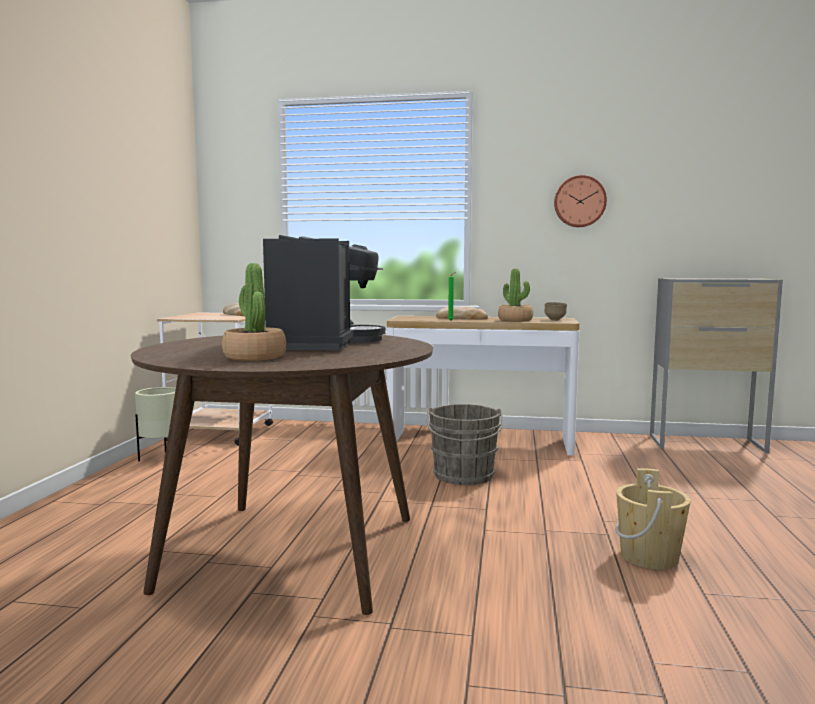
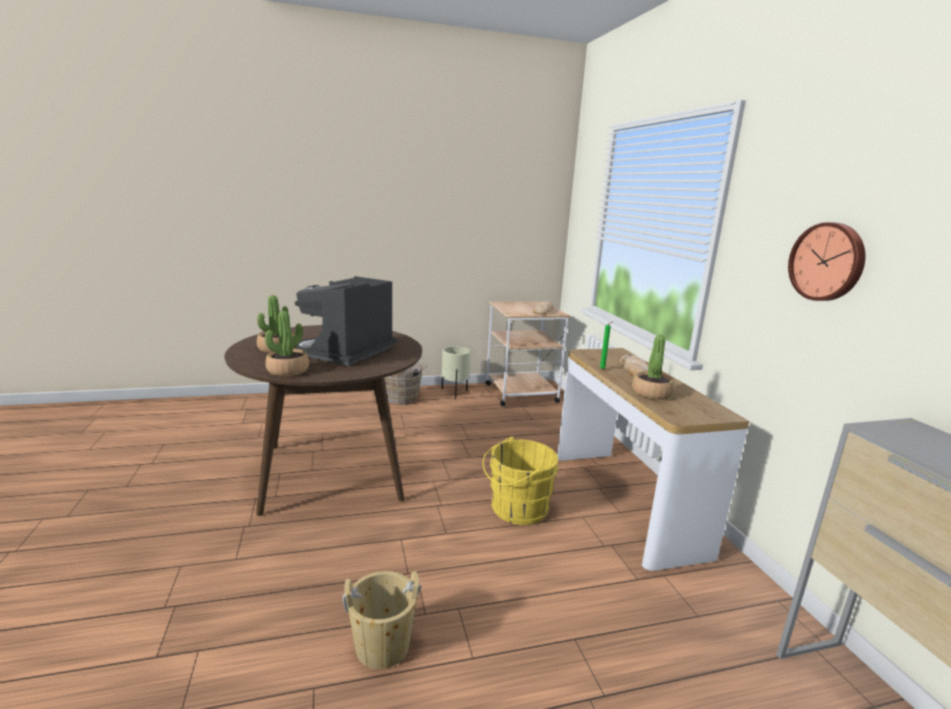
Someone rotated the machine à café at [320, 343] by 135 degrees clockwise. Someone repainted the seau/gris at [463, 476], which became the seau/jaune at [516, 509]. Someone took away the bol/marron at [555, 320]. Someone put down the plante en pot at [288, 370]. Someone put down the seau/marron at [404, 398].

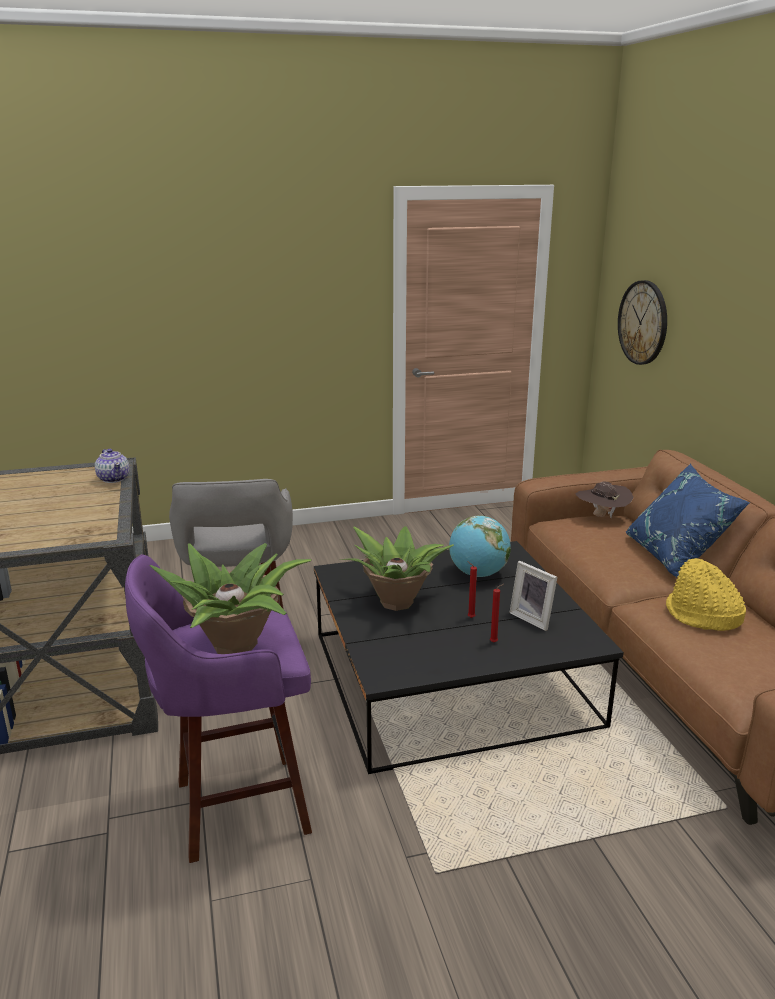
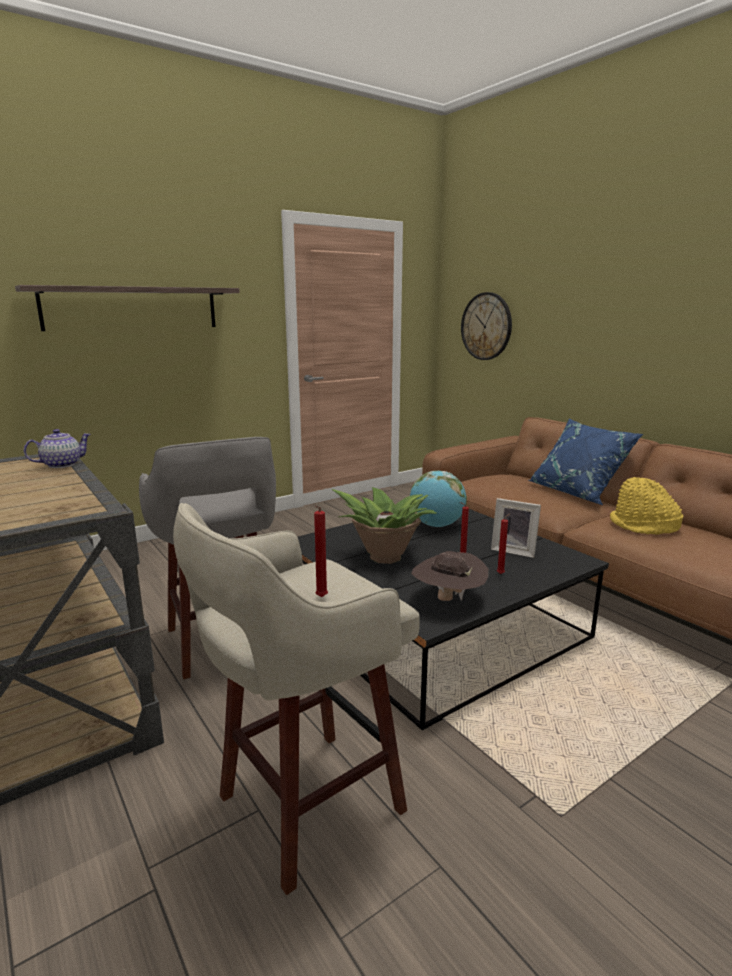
Someone rotated the théière at [114, 478] by 75 degrees counterclockwise. Someone repainted the tabouret/violet at [235, 808], which became the tabouret/beige at [304, 808]. Someone swapped the plante en pot at [236, 645] for the bougie/rouge at [320, 598]. Someone carried the chapeau/marron from [601, 516] to [448, 599]. Someone put up the étagère at [132, 308].

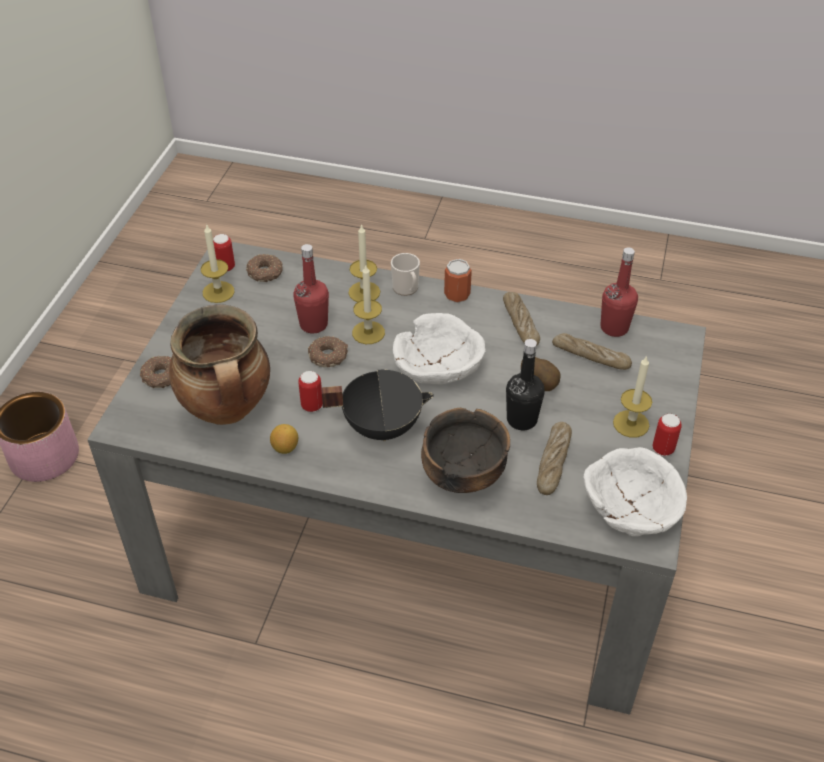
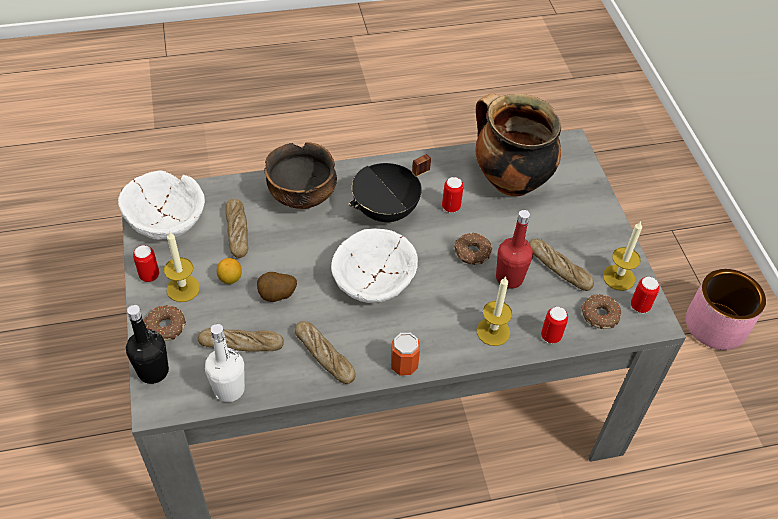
Someone carried the beignet from [162, 377] to [165, 326]. Someone carried the citron from [285, 448] to [230, 279]. Someone took away the bougie at [368, 332]. Someone took away the mug at [406, 289]. Someone carried the bouteille/noir from [521, 420] to [153, 371]. Someone repainted the bouteille/rouge at [614, 328], which became the bouteille/blanc at [229, 389]. Someone put down the pain at [558, 268]. Someone put down the boîte métallique at [551, 336].

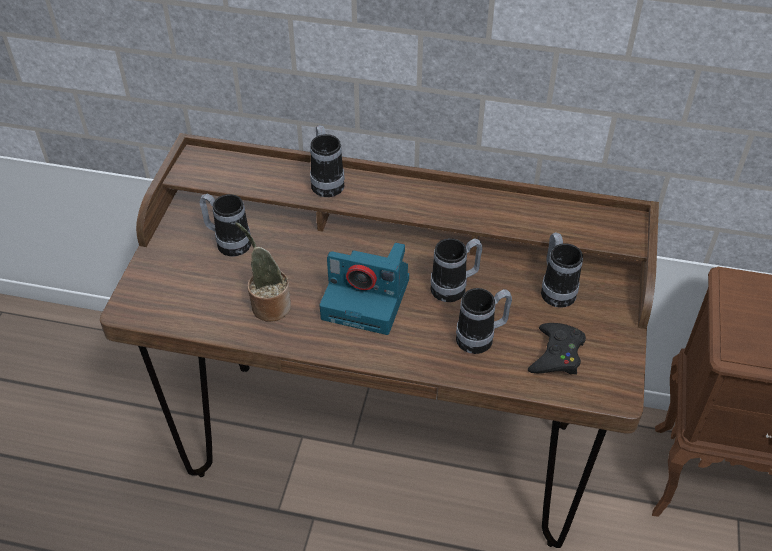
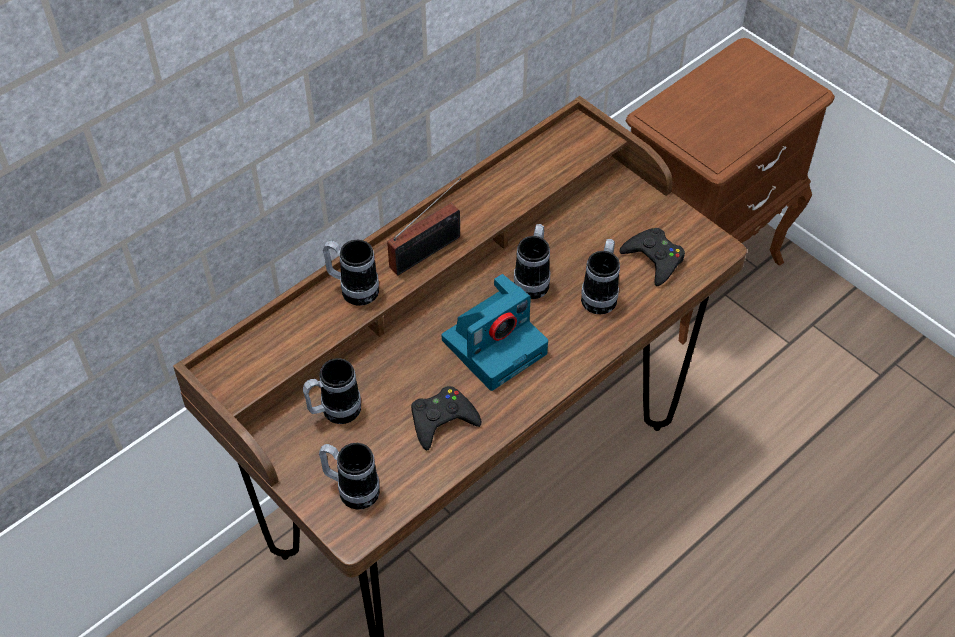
Someone swapped the plante en pot at [268, 305] for the manette/noir at [442, 420]. Someone carried the mug from [556, 289] to [352, 489]. Someone put down the radio at [429, 250].

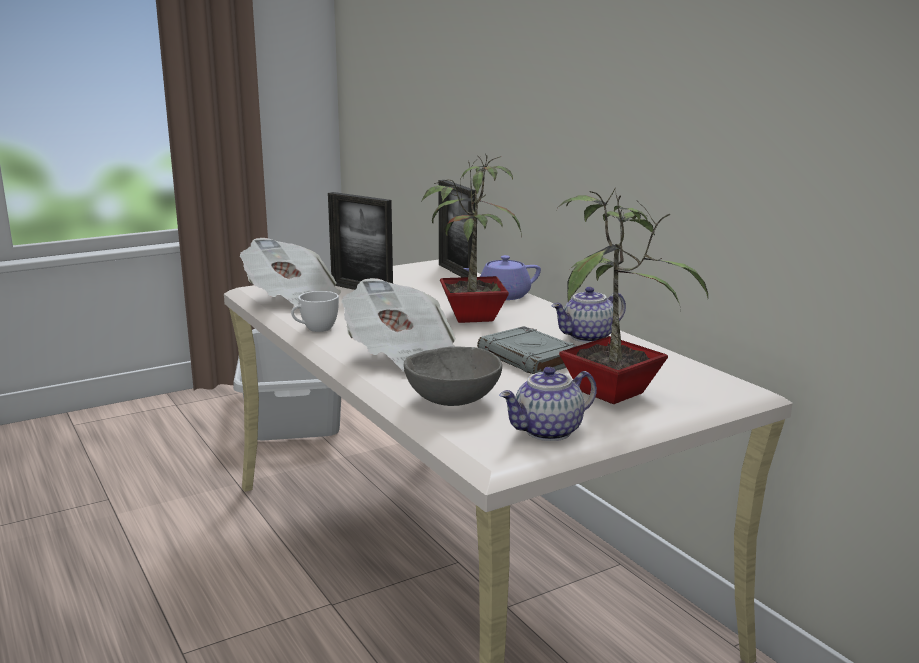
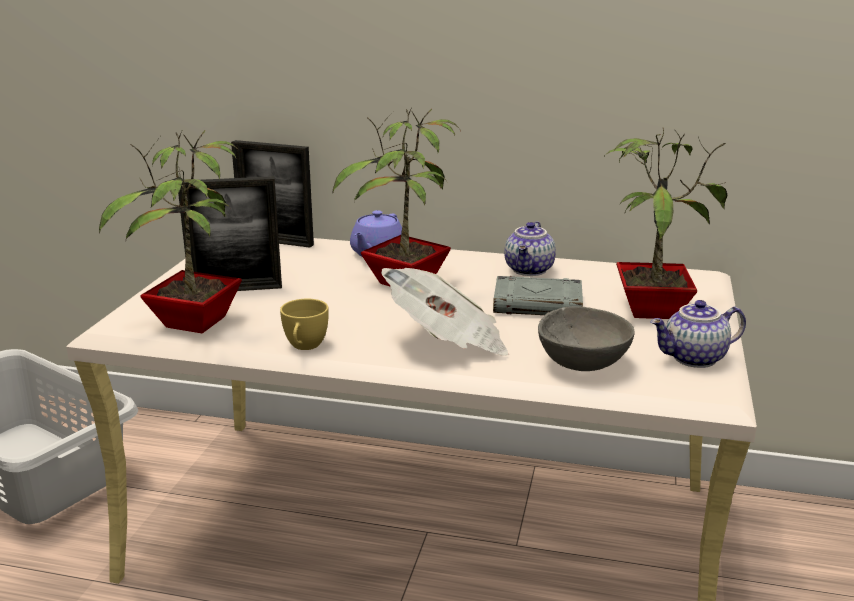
Someone swapped the journal at [292, 299] for the plante en pot at [193, 324]. Someone repainted the tasse/blanc at [315, 329], which became the tasse/jaune at [304, 347]. Someone rotated the théière at [548, 432] by 60 degrees clockwise.

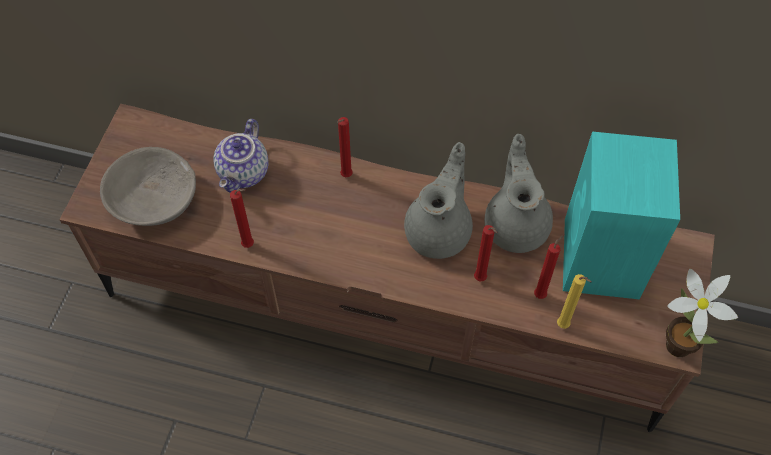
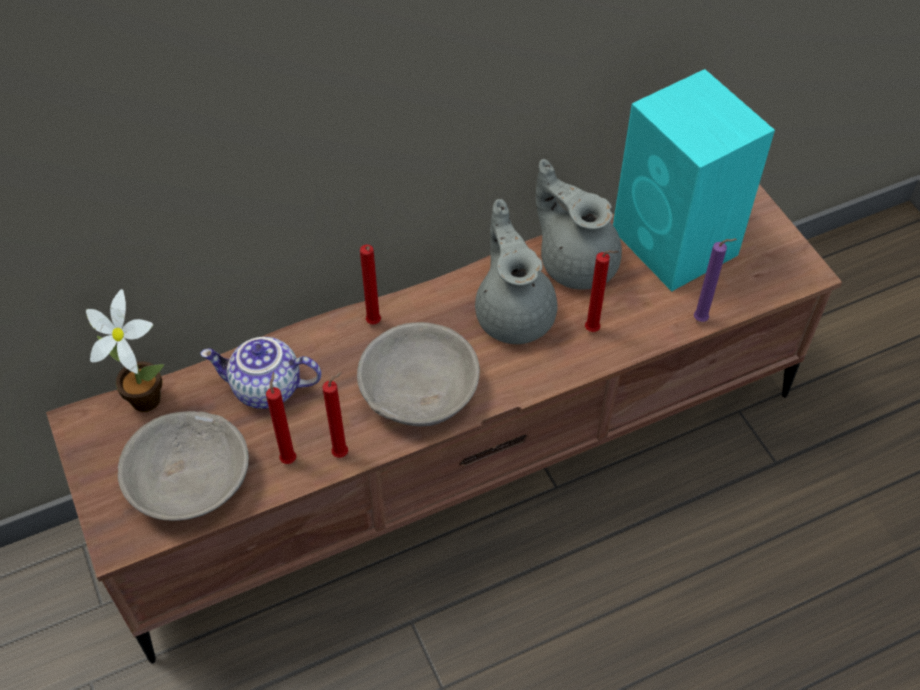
Someone rotated the théière at [244, 173] by 120 degrees clockwise. Someone carried the bougie/rouge from [541, 294] to [289, 458]. Someone repainted the bougie/jaune at [564, 326], which became the bougie/violet at [702, 320]. Someone carried the plante en pot from [677, 341] to [143, 396]. Someone put down the bol/gris at [419, 391].

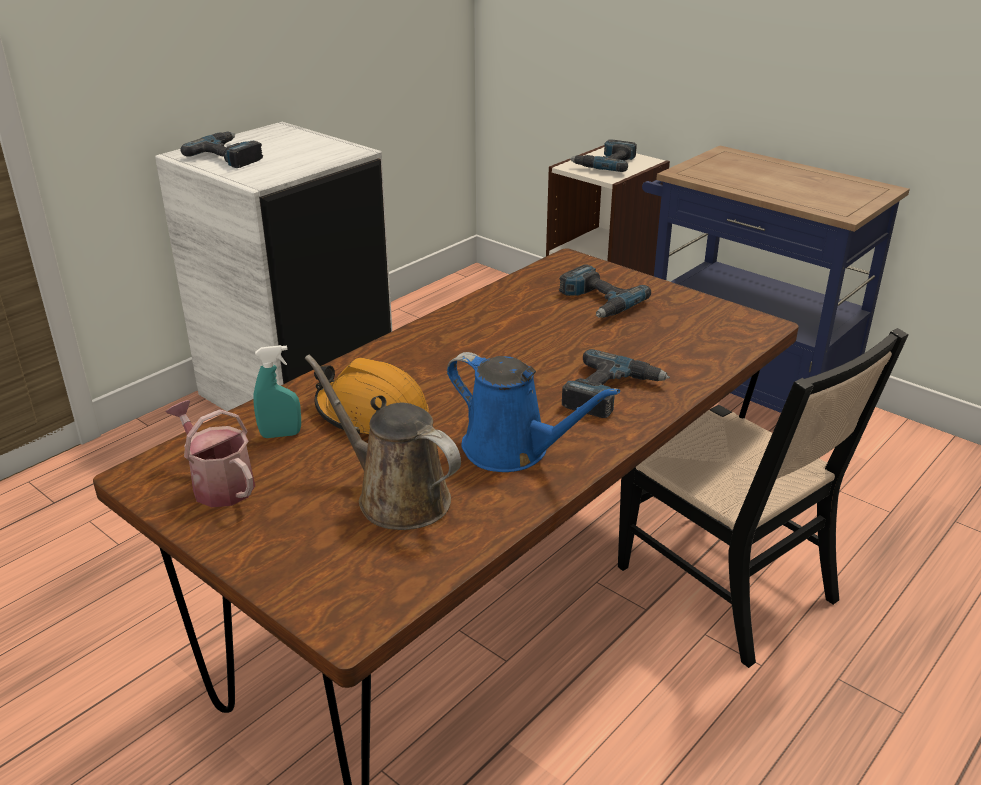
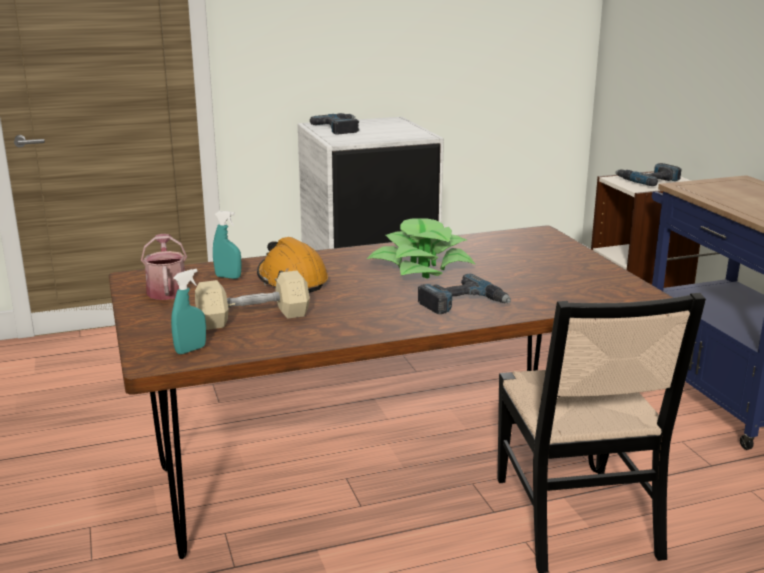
Someone swapped the arrosoir/marron at [396, 496] for the haltère/beige at [253, 318]. Someone took away the arrosoir/bleu at [512, 450]. Someone took away the perceuse at [597, 301]. Someone put down the vaporisateur/turquoise at [191, 350]. Someone put down the plante en pot at [421, 267].

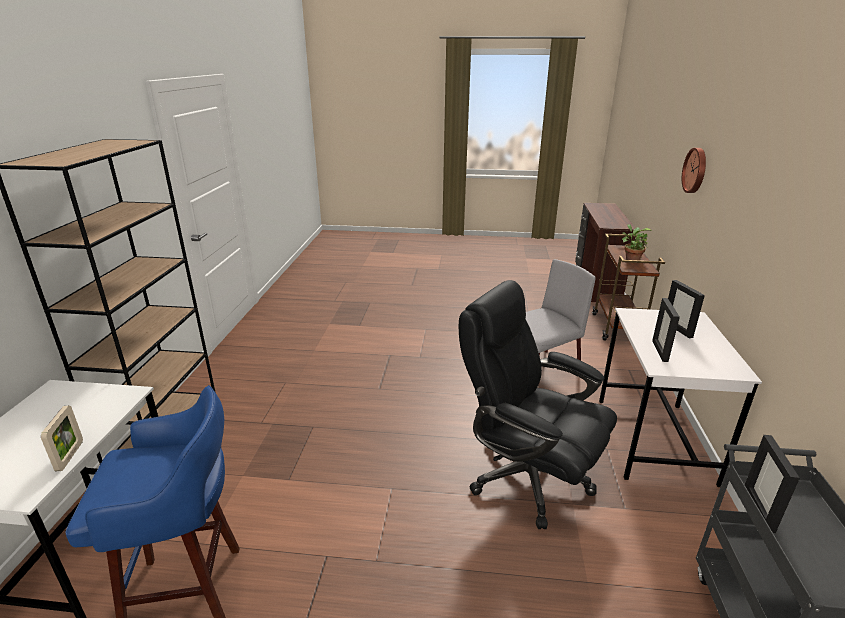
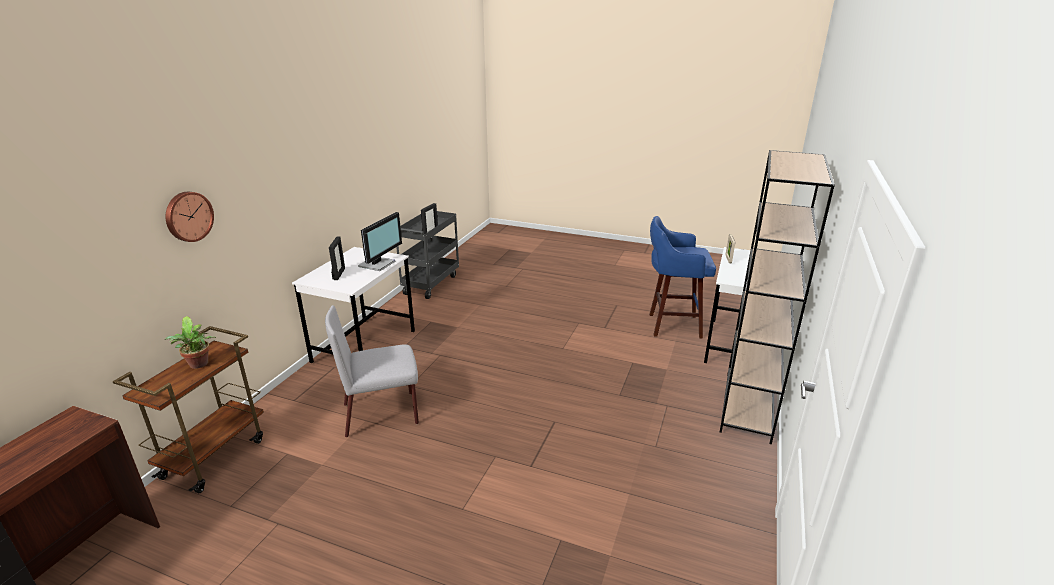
Someone took away the chaise de bureau/noir at [528, 478]. Someone swapped the cadre photo at [661, 351] for the écran d'ordinateur at [378, 264].

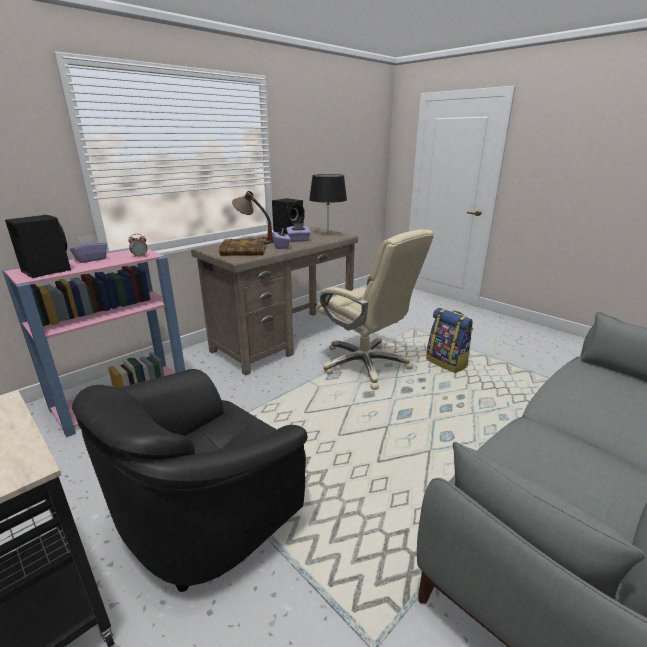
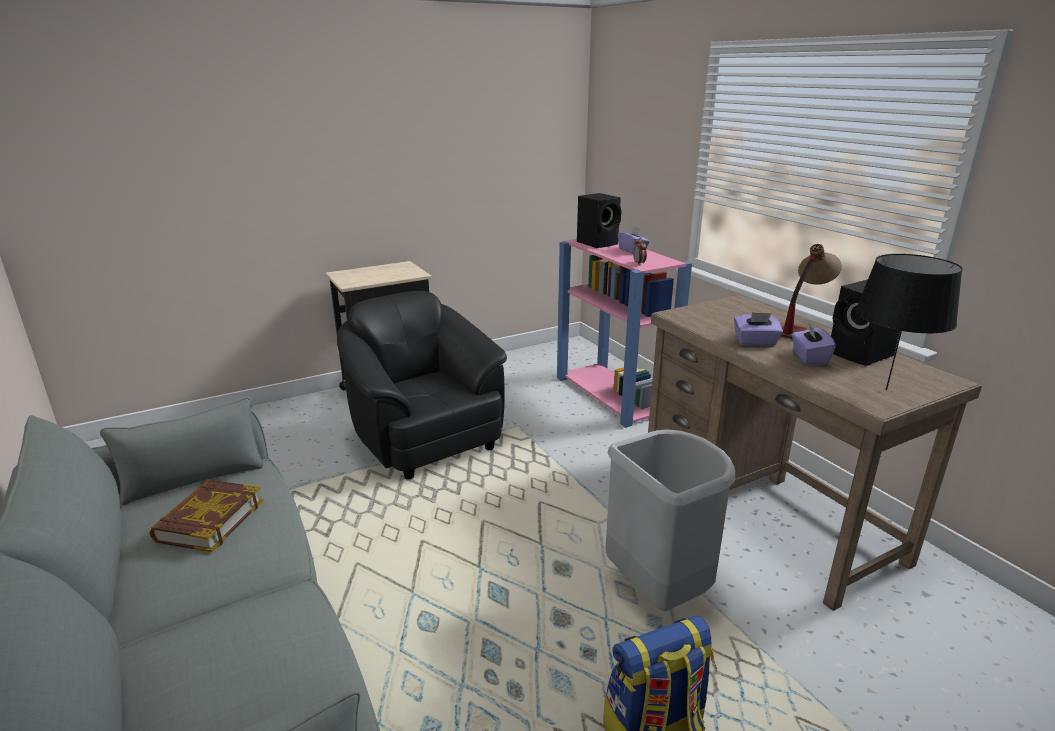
Someone carried the livre from [243, 251] to [209, 520]. Someone swapped the chaise de bureau/beige at [365, 365] for the poubelle/gris at [660, 590].

